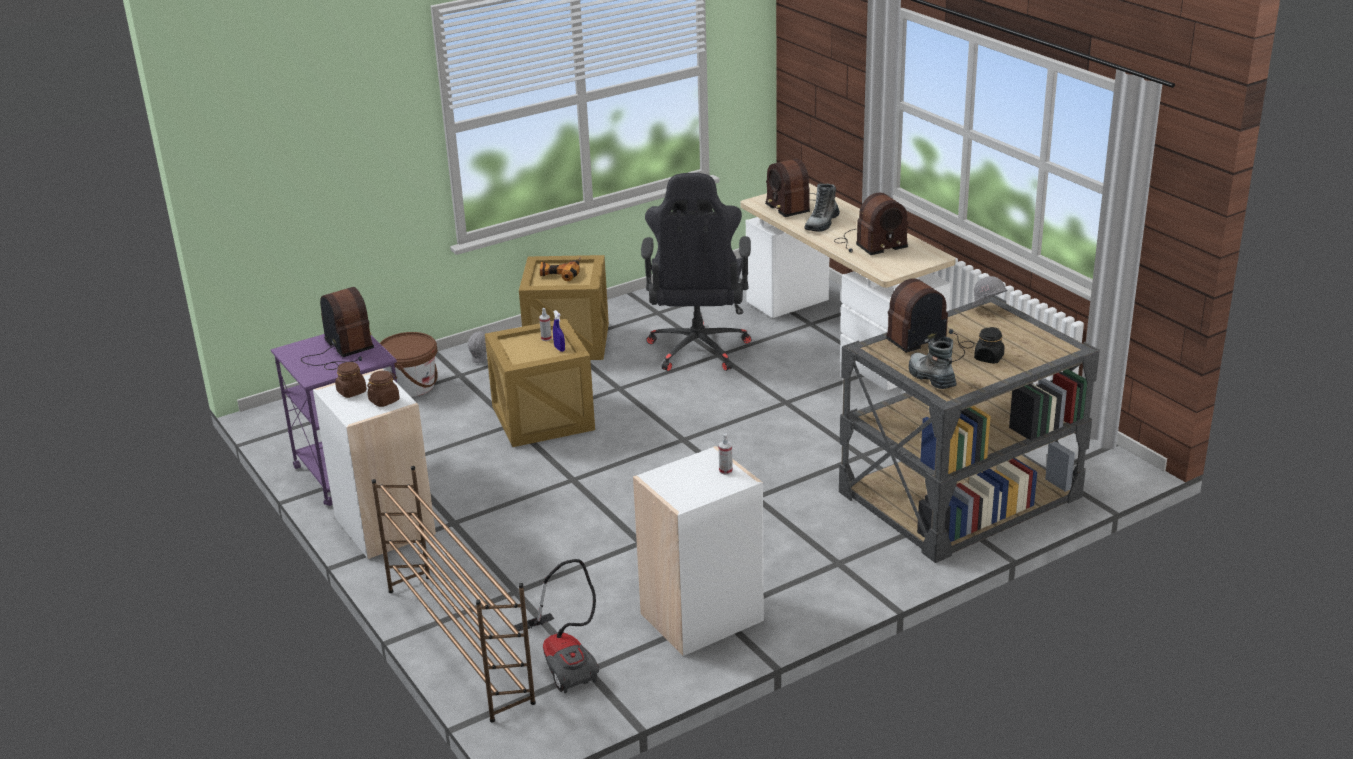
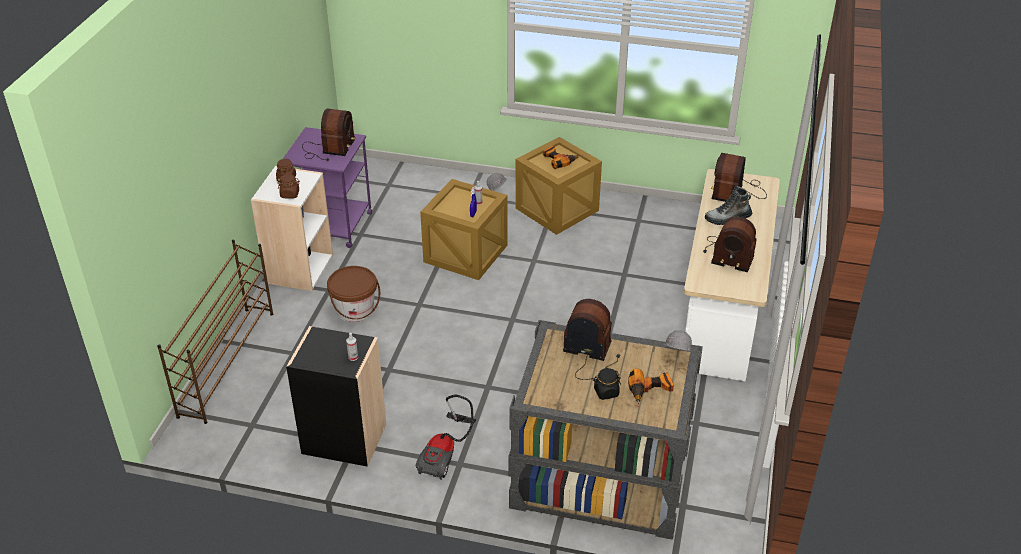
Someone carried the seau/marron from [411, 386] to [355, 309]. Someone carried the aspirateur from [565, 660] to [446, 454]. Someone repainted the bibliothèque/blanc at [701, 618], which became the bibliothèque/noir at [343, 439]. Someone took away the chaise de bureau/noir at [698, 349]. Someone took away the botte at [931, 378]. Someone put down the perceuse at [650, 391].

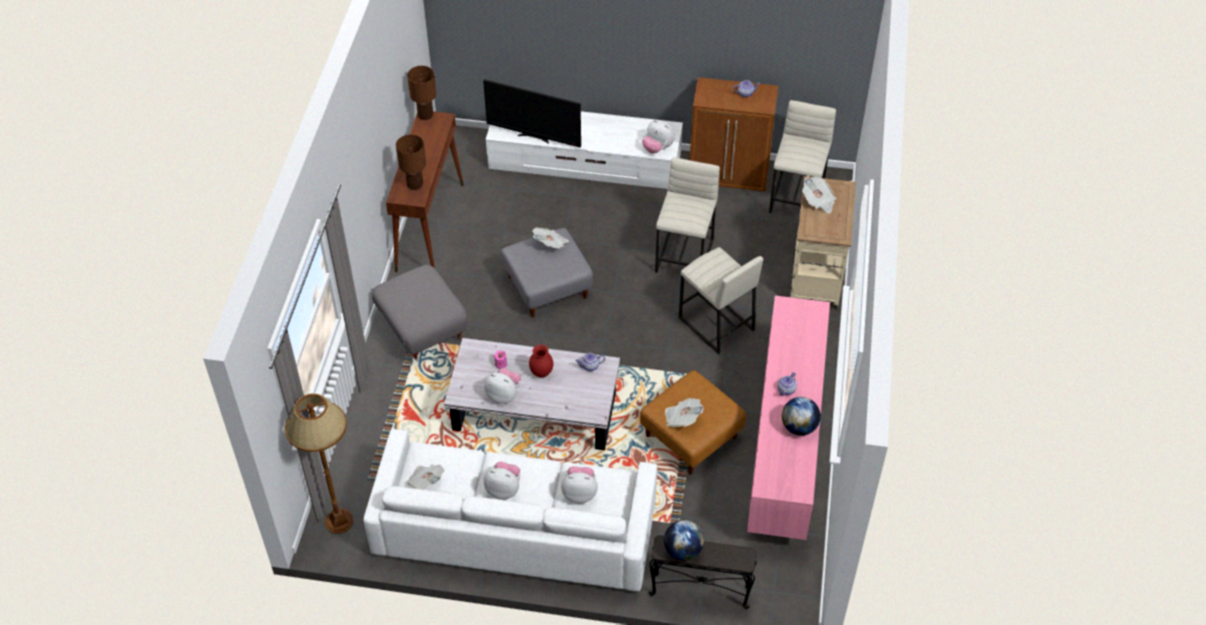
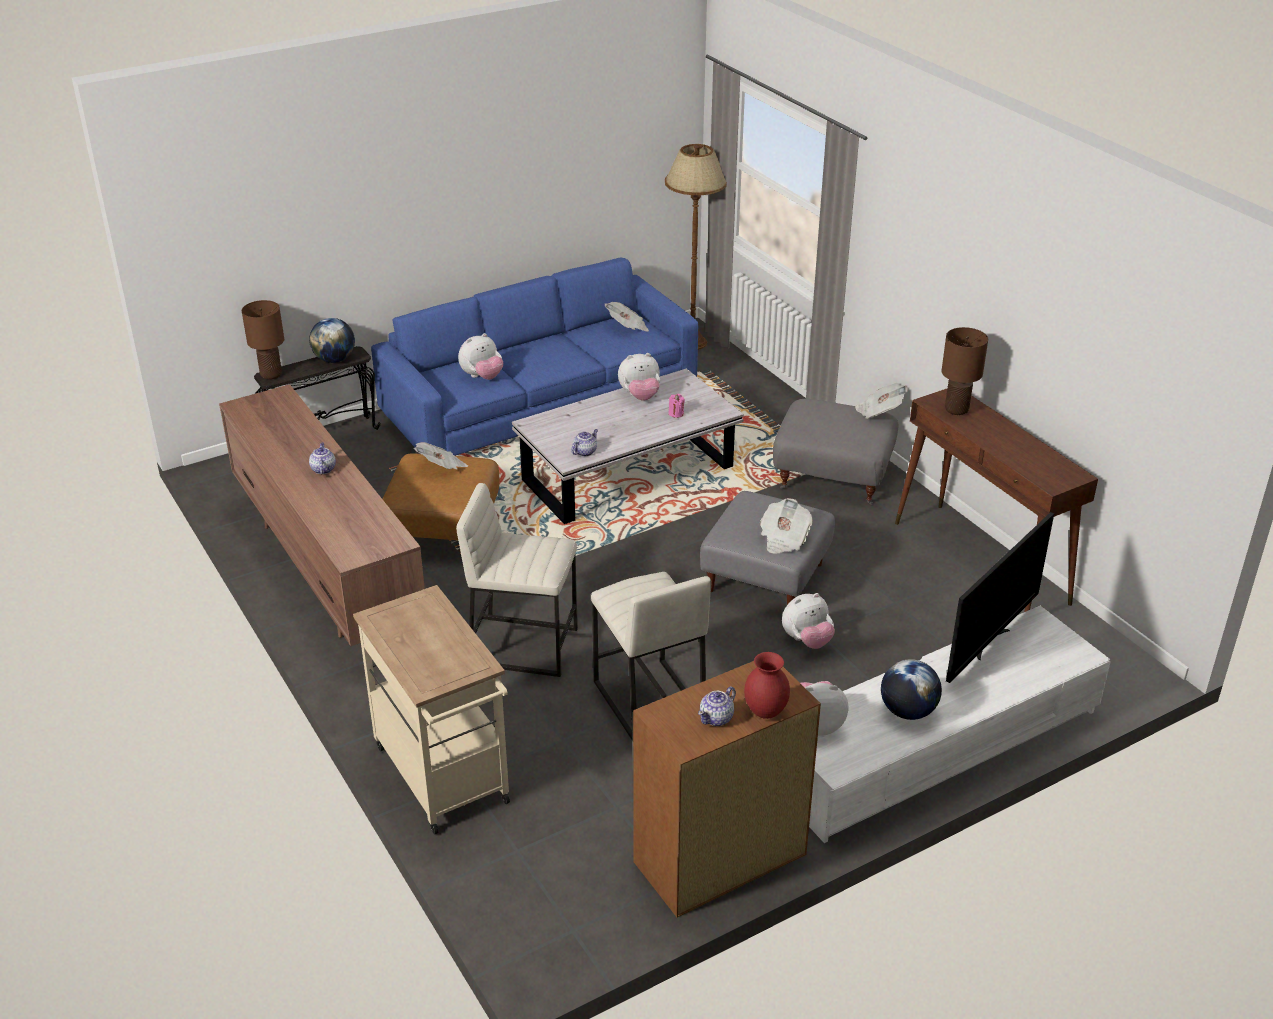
Someone repainted the canapé/blanc at [515, 528], which became the canapé/bleu at [540, 400]. Someone carried the lampe de table/marron from [425, 116] to [271, 376]. Someone rotated the téléviseur at [534, 137] by 150 degrees clockwise. Someone carried the peluche from [504, 489] to [807, 641]. Someone carried the vase/rouge from [541, 373] to [766, 711]. Someone repainted the meuble de rangement/rose at [785, 449], which became the meuble de rangement/marron at [326, 571]. Someone took away the tabouret/beige at [797, 197]. Someone carried the globe from [799, 427] to [908, 711]. Someone carried the journal from [818, 201] to [879, 411].

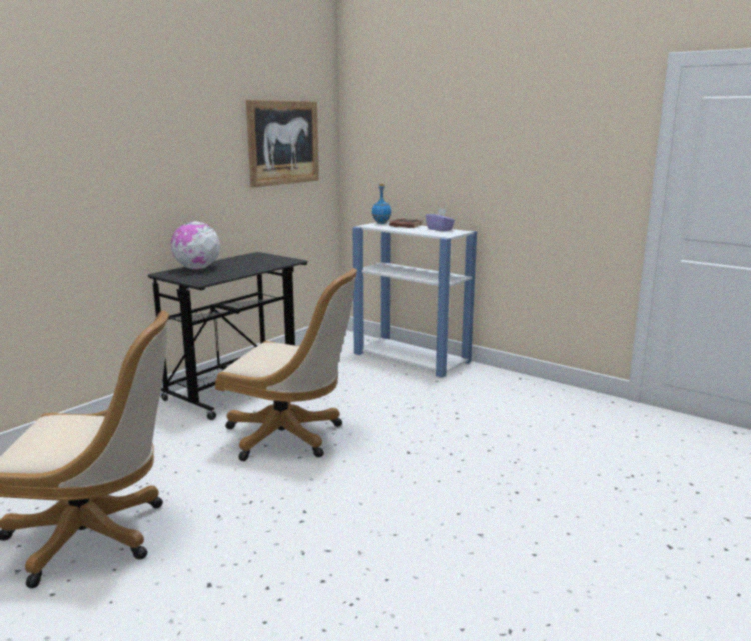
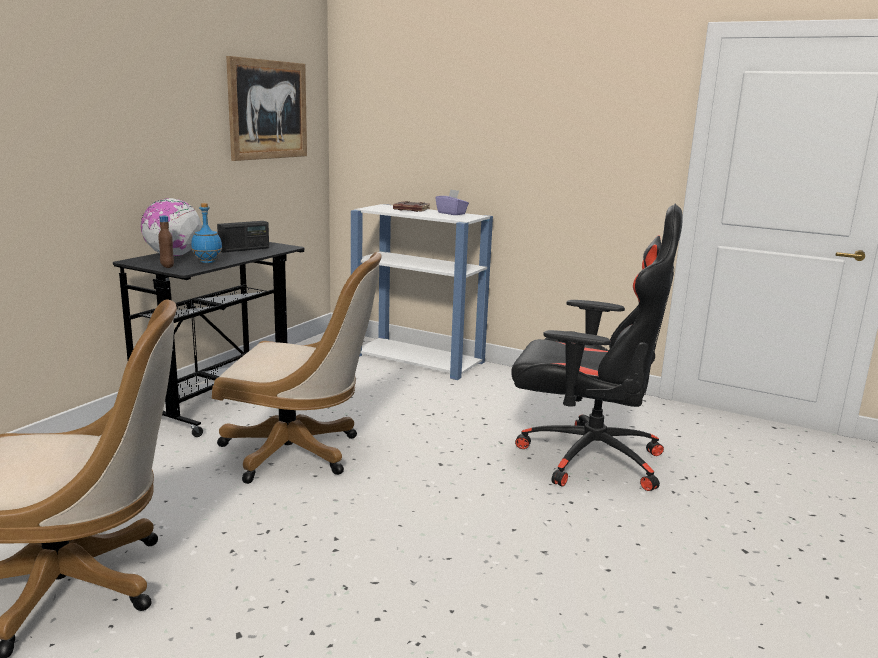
Someone carried the bouteille/bleu from [381, 223] to [208, 262]. Someone put down the bouteille/marron at [167, 266]. Someone put down the radio at [244, 249]. Someone put down the chaise de bureau/noir at [580, 457].

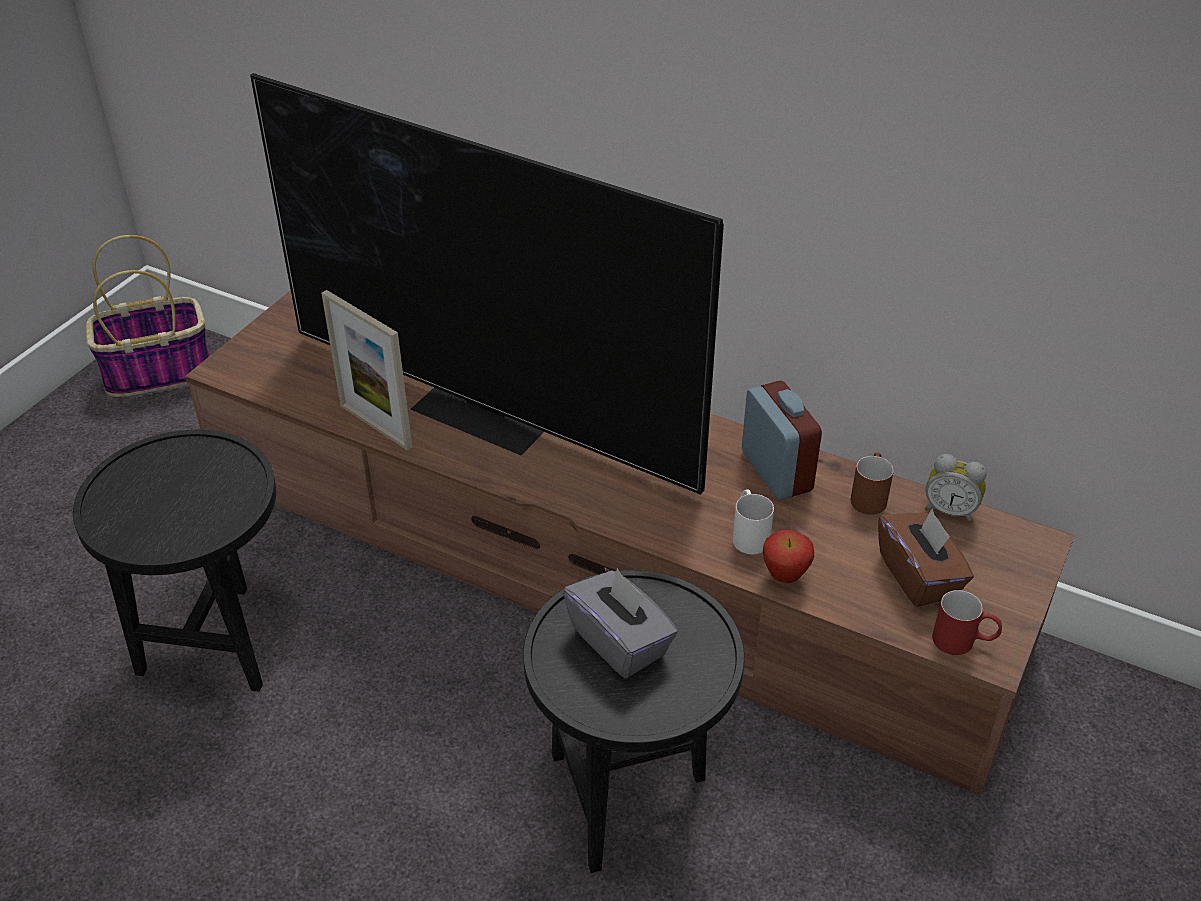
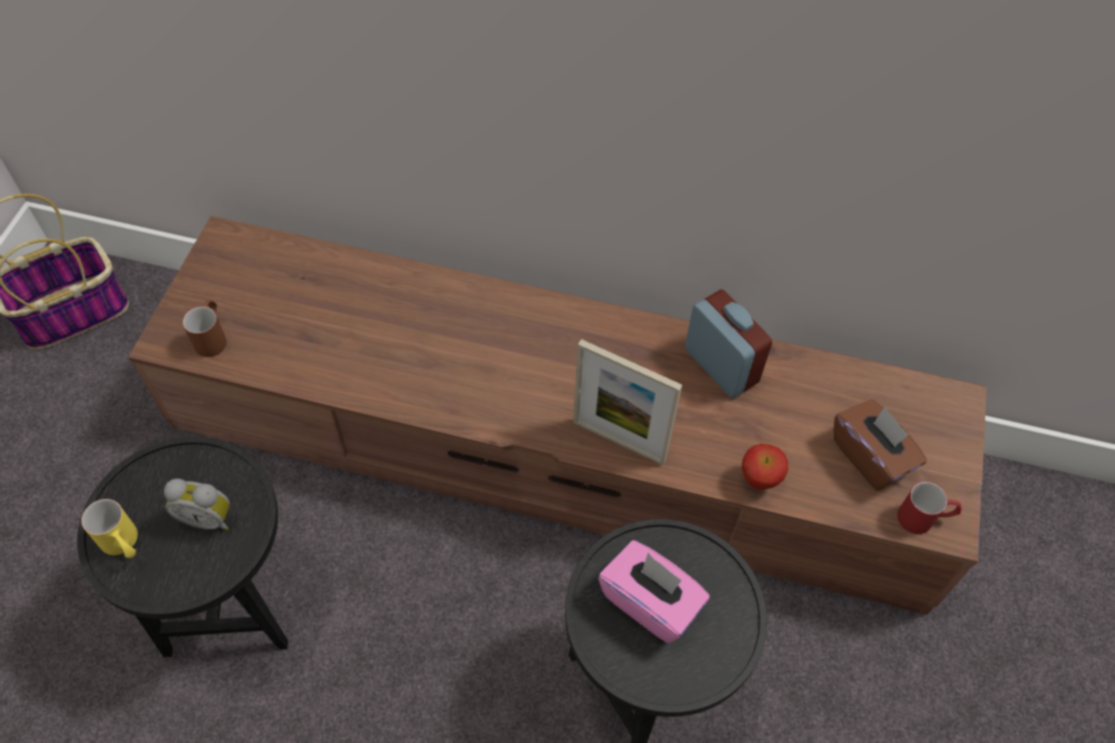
Someone took away the téléviseur at [488, 412]. Someone carried the cadre photo from [375, 426] to [619, 441]. Someone repainted the boîte à mouchoirs/gris at [620, 642], which became the boîte à mouchoirs/rose at [650, 602]. Someone took away the mug/blanc at [749, 534]. Someone carried the mug/marron from [869, 495] to [212, 336]. Someone carried the réveil from [950, 510] to [208, 517]. Someone put down the mug/jaune at [124, 545].

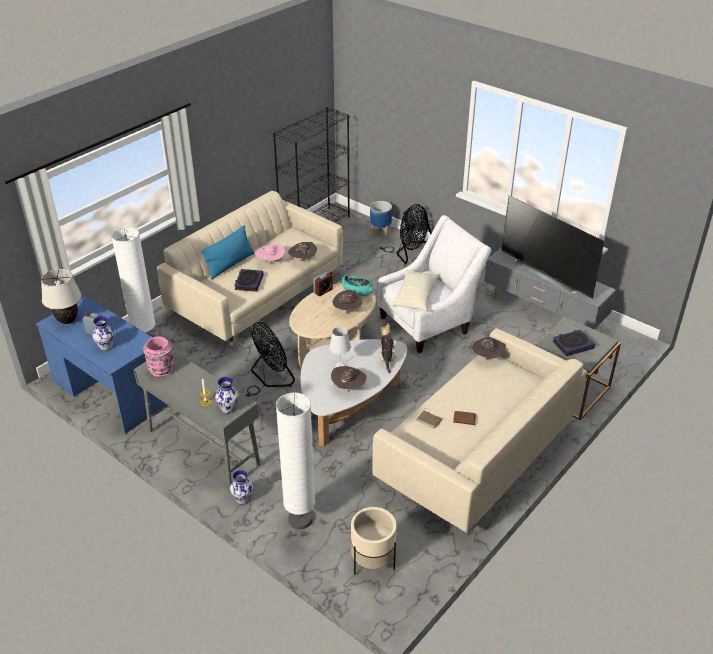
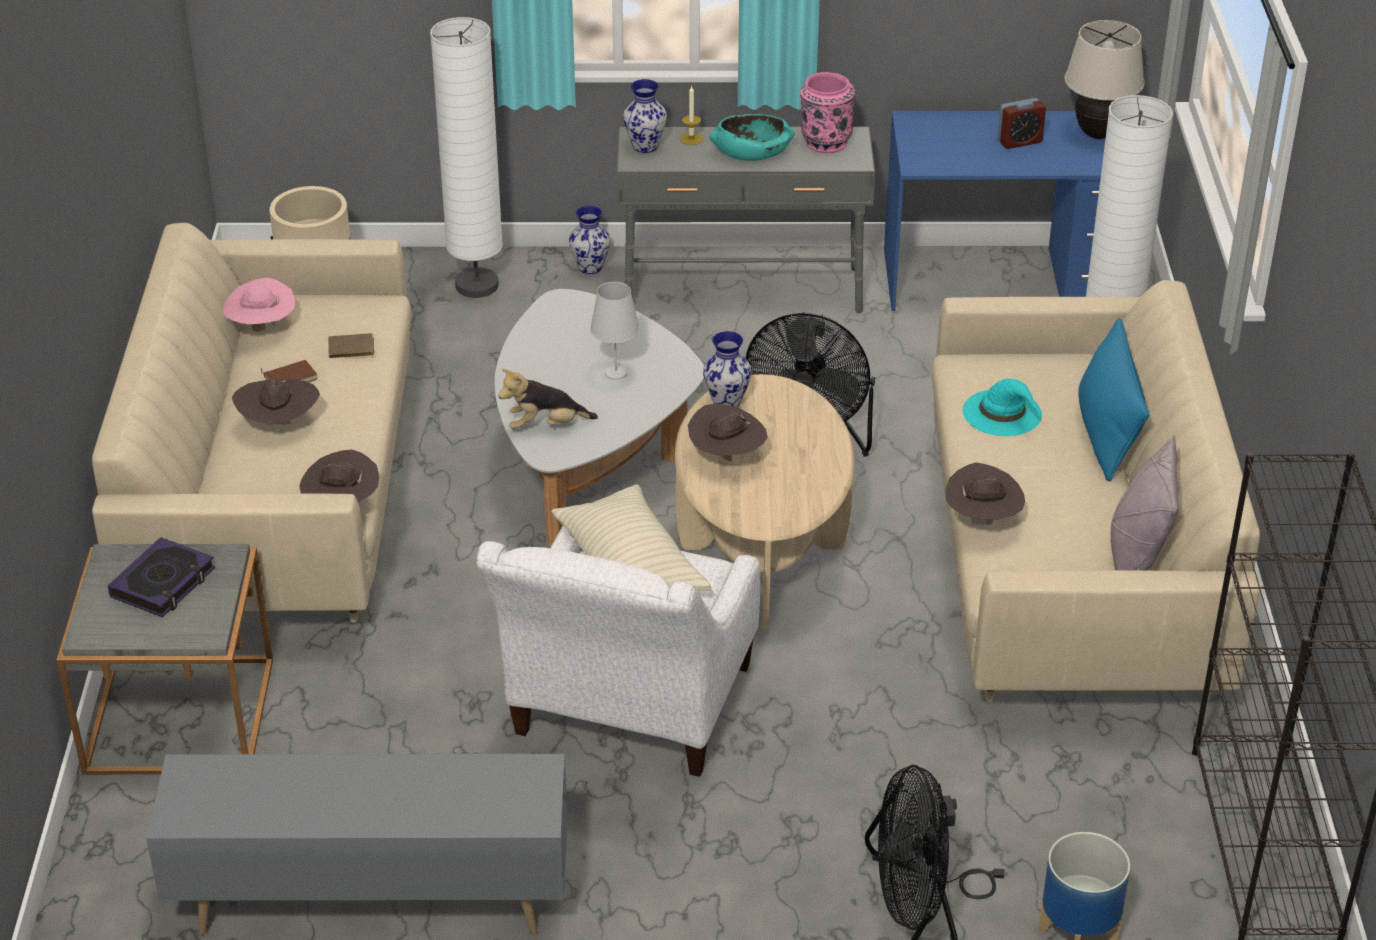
Someone carried the vase from [106, 347] to [727, 402]. Someone swapped the livre at [249, 282] for the chapeau/turquoise at [1003, 413]. Someone carried the chapeau/rose from [270, 262] to [261, 329]. Someone took away the réveil at [323, 291]. Someone carried the chapeau/marron from [348, 388] to [279, 425]. Someone carried the bol/turquoise from [357, 291] to [752, 152]. Someone rotated the peluche at [387, 358] by 120 degrees clockwise. Someone took away the téléviseur at [547, 274]. Someone put down the coussin/violet at [1136, 558].

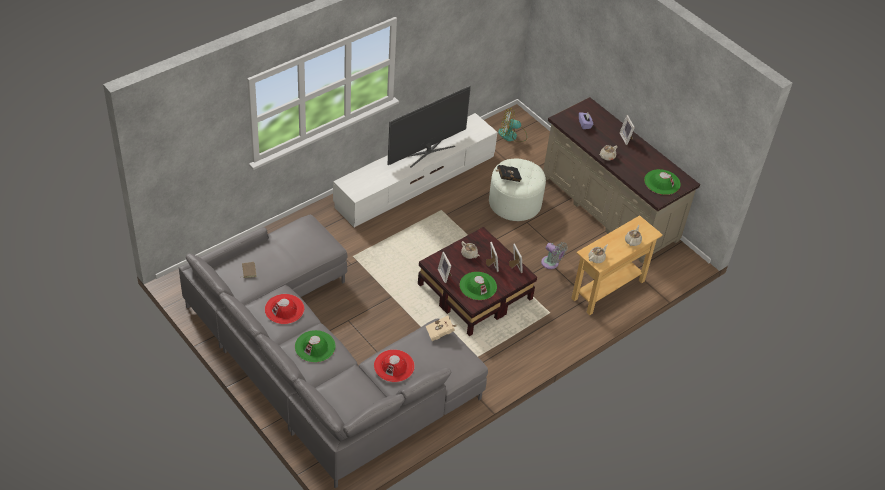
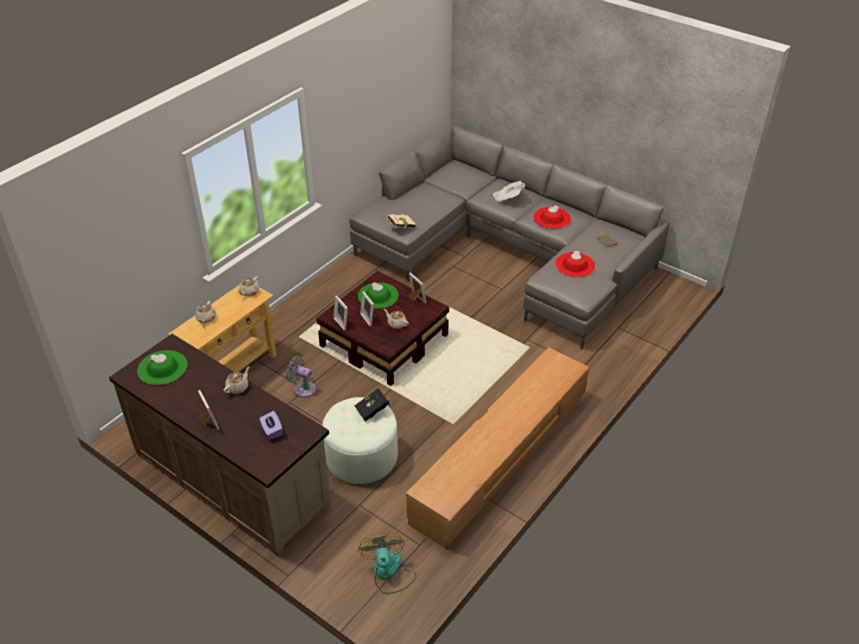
Someone swapped the chapeau/vert at [315, 346] for the journal at [507, 198]. Someone repainted the meuble télé/blanc at [415, 180], which became the meuble télé/marron at [501, 457]. Someone carried the chapeau/rouge from [394, 366] to [575, 265]. Someone took away the téléviseur at [427, 151]. Someone rotated the ventilateur at [512, 135] by 90 degrees counterclockwise.

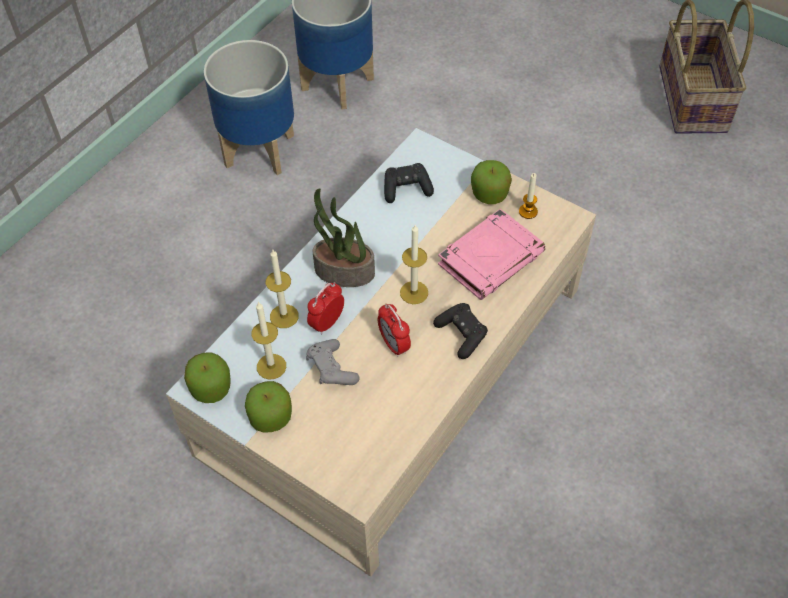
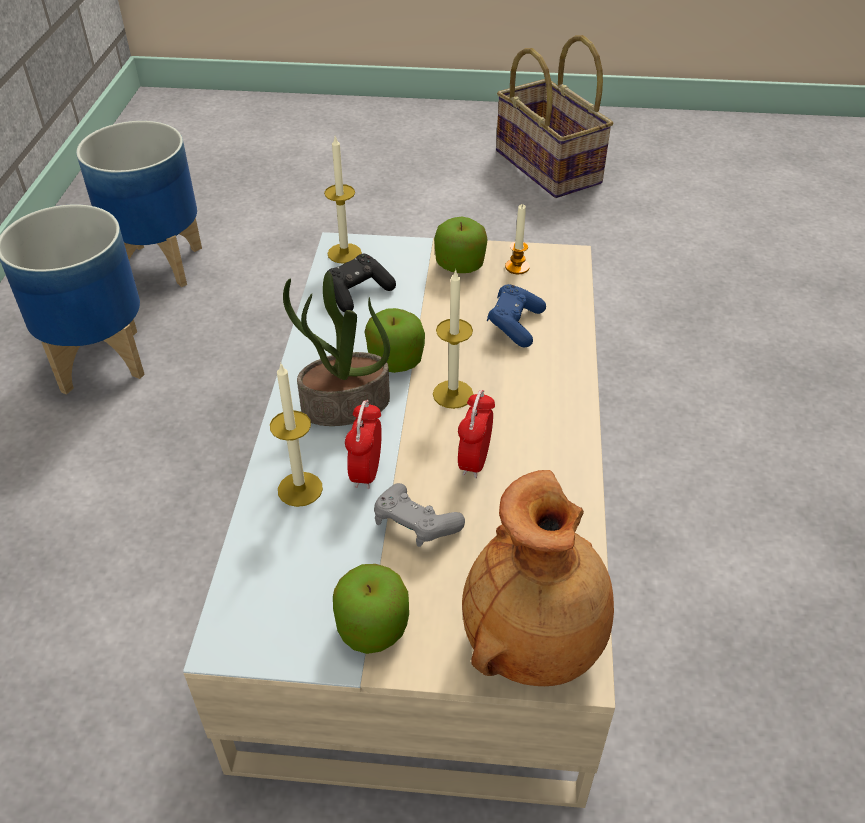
Someone carried the pomme from [211, 388] to [395, 360]. Someone carried the bougie from [271, 366] to [344, 253]. Someone rotated the réveil at [394, 344] by 75 degrees clockwise. Someone took away the manette/noir at [461, 335]. Someone swapped the livre/rose at [491, 258] for the manette/bleu at [514, 325]. Someone put down the vase/marron at [534, 643].

